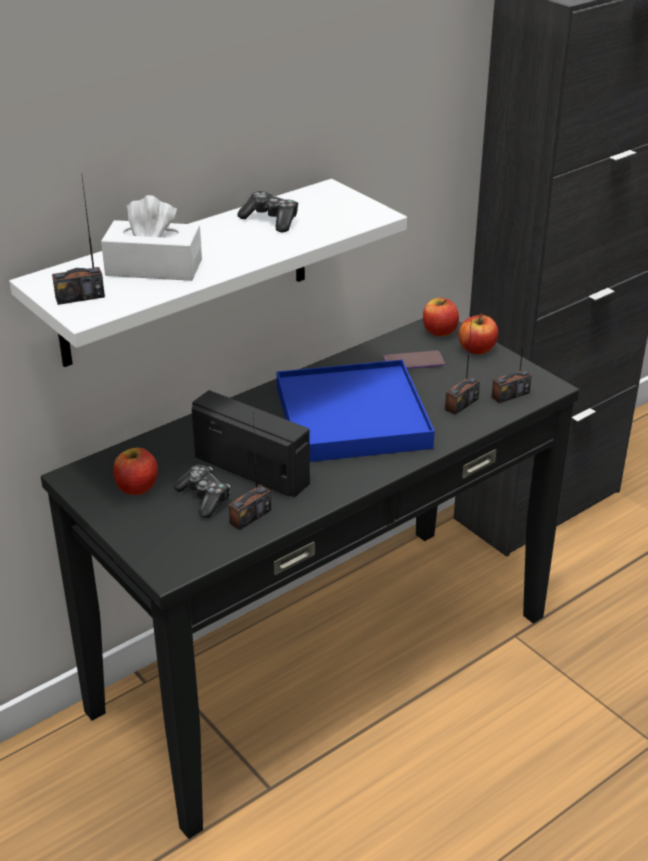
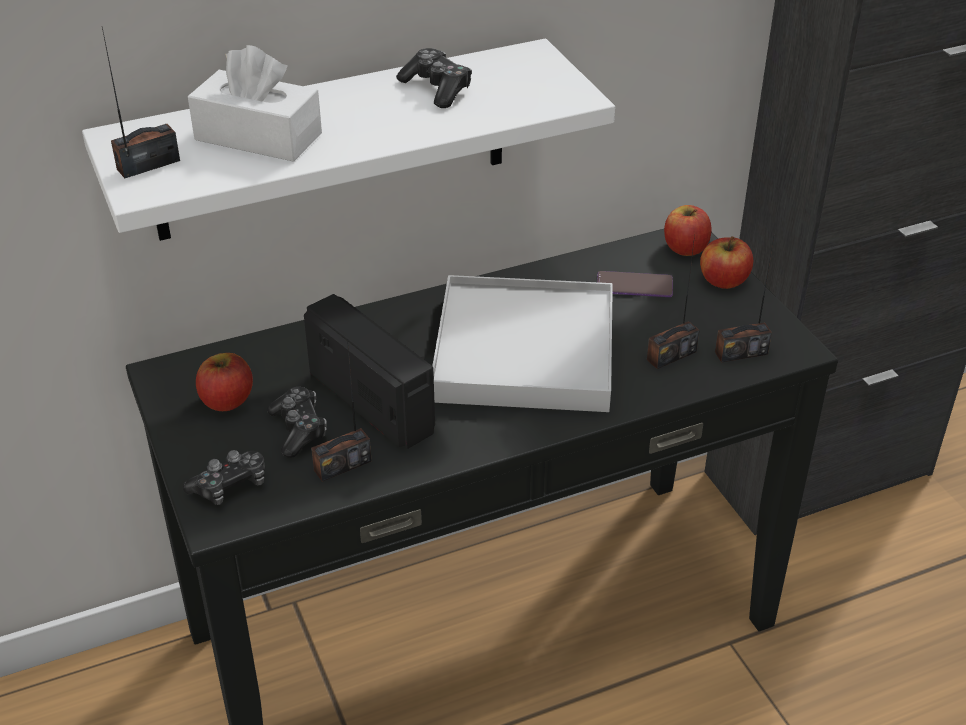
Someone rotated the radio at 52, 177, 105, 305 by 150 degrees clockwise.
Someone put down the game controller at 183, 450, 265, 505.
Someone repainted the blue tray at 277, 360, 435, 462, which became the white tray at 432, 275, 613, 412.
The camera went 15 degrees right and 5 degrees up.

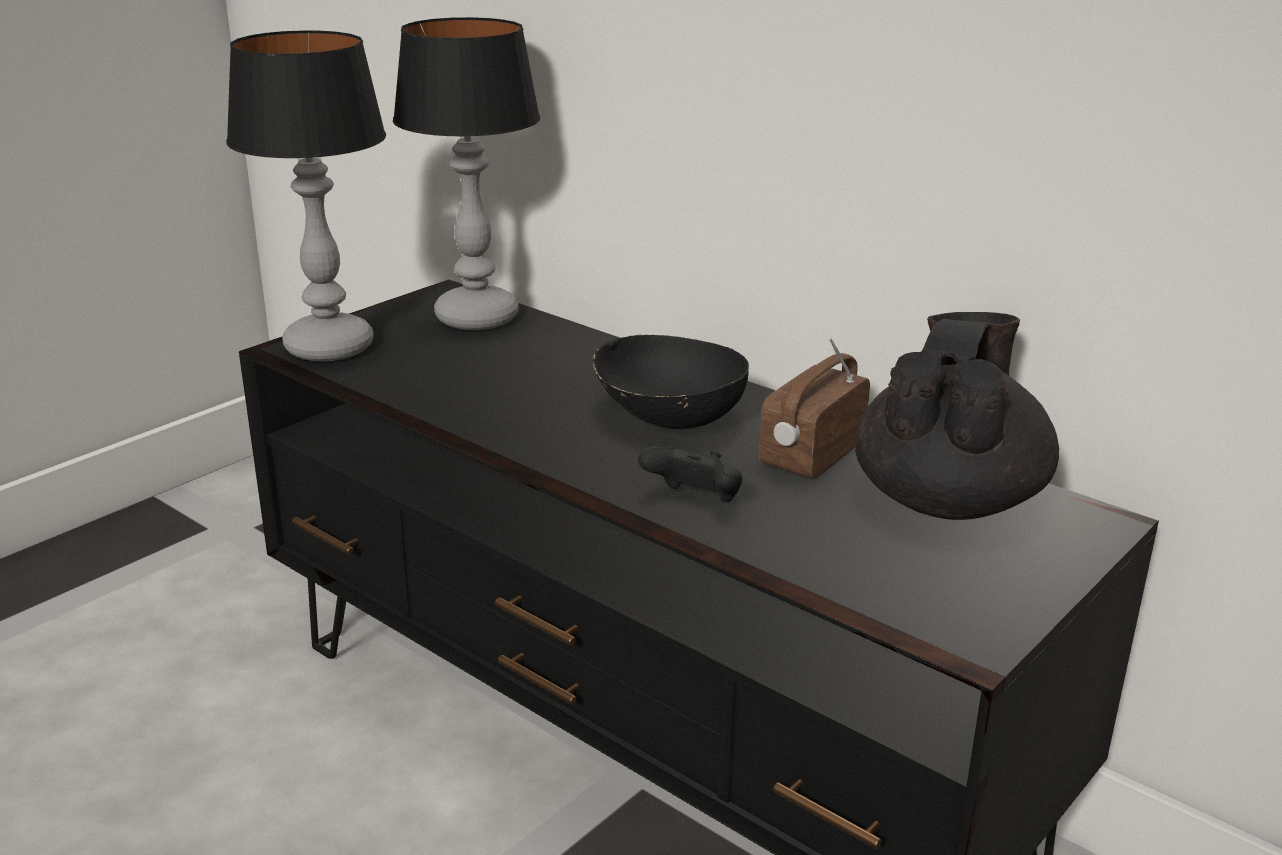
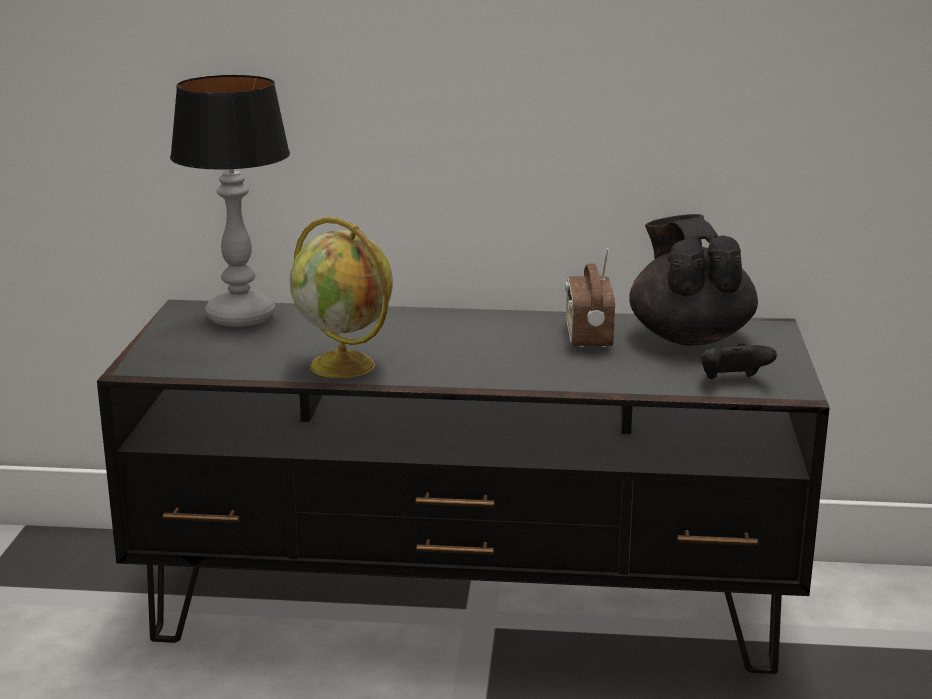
Someone put down the globe at 290, 217, 393, 378.
Someone carried the black game controller from 638, 446, 742, 502 to 701, 343, 777, 379.
Someone took away the table lamp at 226, 30, 386, 361.
Someone took away the black bowl at 593, 335, 749, 429.
The camera went 35 degrees left and 5 degrees down.

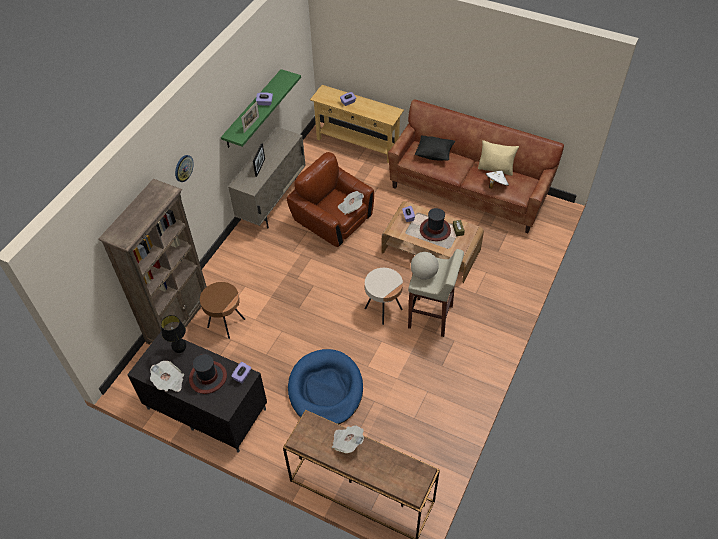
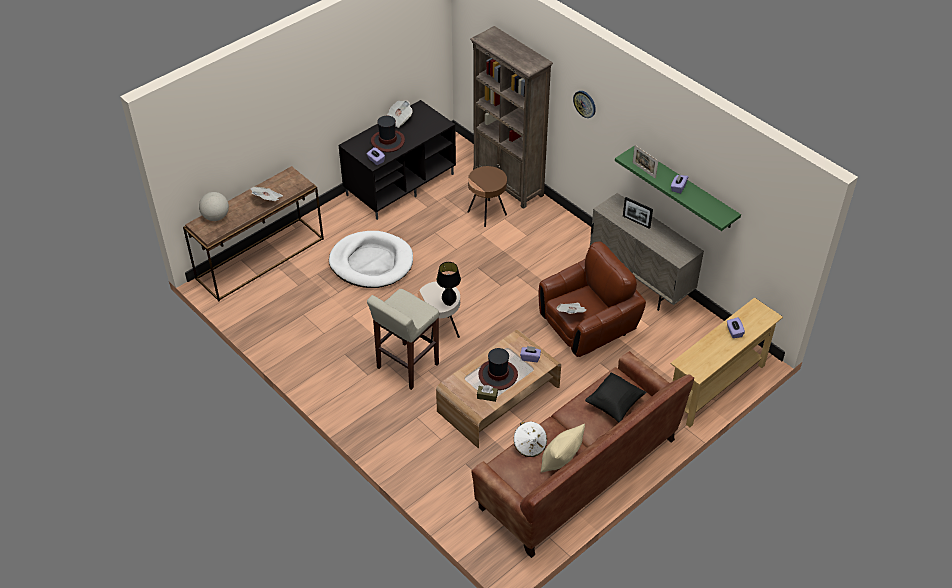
Someone carried the globe from 411, 252, 439, 280 to 199, 192, 229, 221.
Someone repainted the blue dog bed at 288, 349, 363, 424, which became the white dog bed at 329, 231, 413, 288.
Someone carried the black table lamp from 161, 315, 186, 353 to 437, 262, 461, 306.
The camera went 110 degrees right and 5 degrees down.

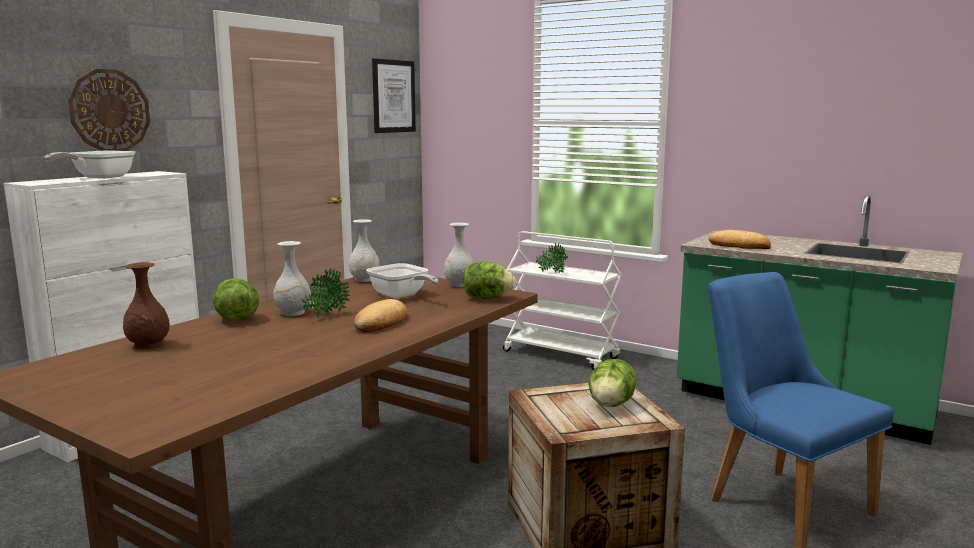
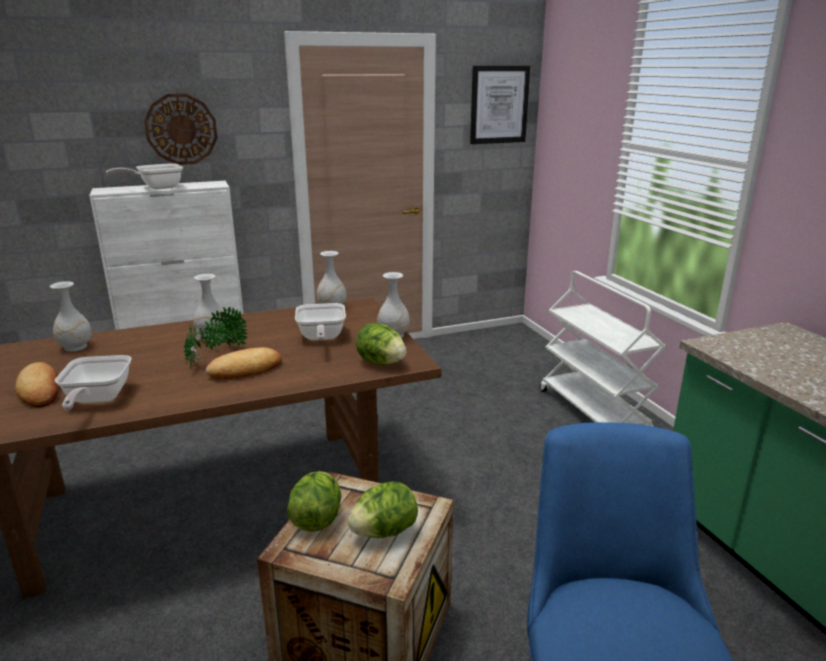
Someone carried the bread from 708, 230, 771, 249 to 15, 362, 58, 407.
Someone repainted the brown vase at 123, 262, 170, 349, which became the white vase at 50, 281, 92, 352.
Someone put down the frying pan at 55, 355, 131, 411.
Someone carried the potted plant from 535, 243, 568, 274 to 183, 325, 202, 369.
Someone carried the lettuce from 213, 278, 259, 321 to 287, 471, 341, 532.
The camera went 35 degrees right and 10 degrees up.

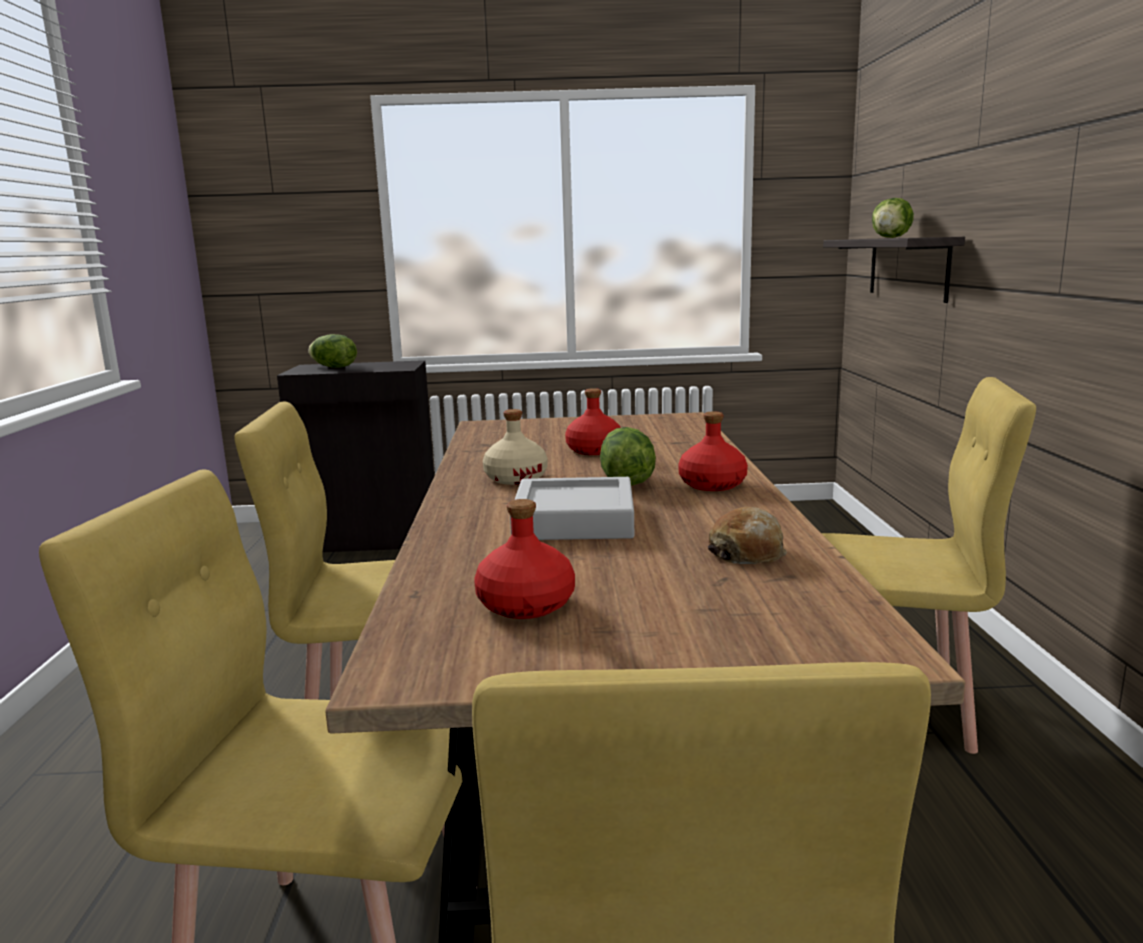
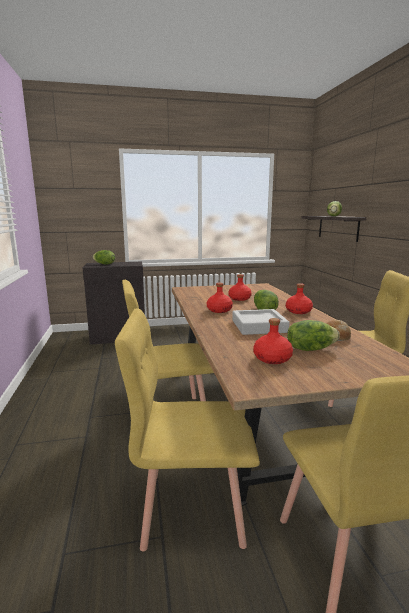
Someone repainted the beige bottle at 483, 409, 548, 485, which became the red bottle at 207, 283, 233, 313.
Someone put down the lettuce at 287, 320, 340, 351.
The camera went 10 degrees left and 0 degrees up.

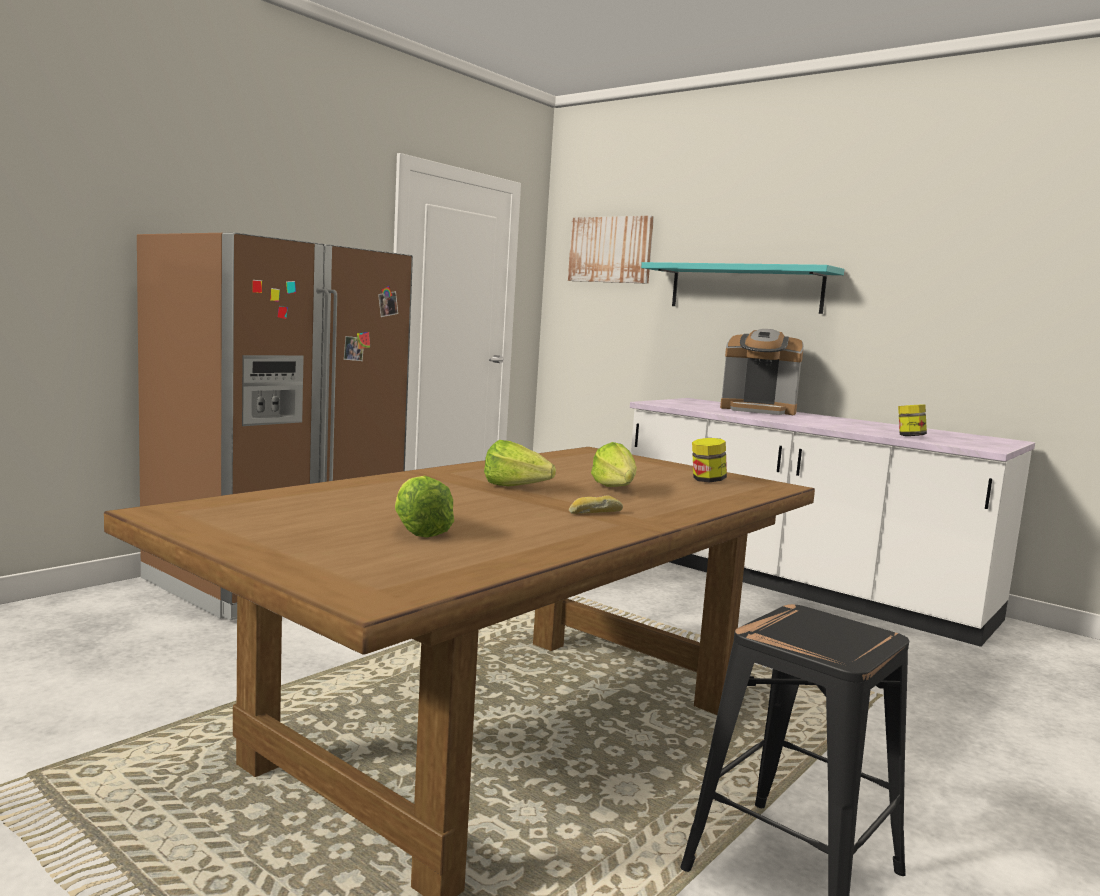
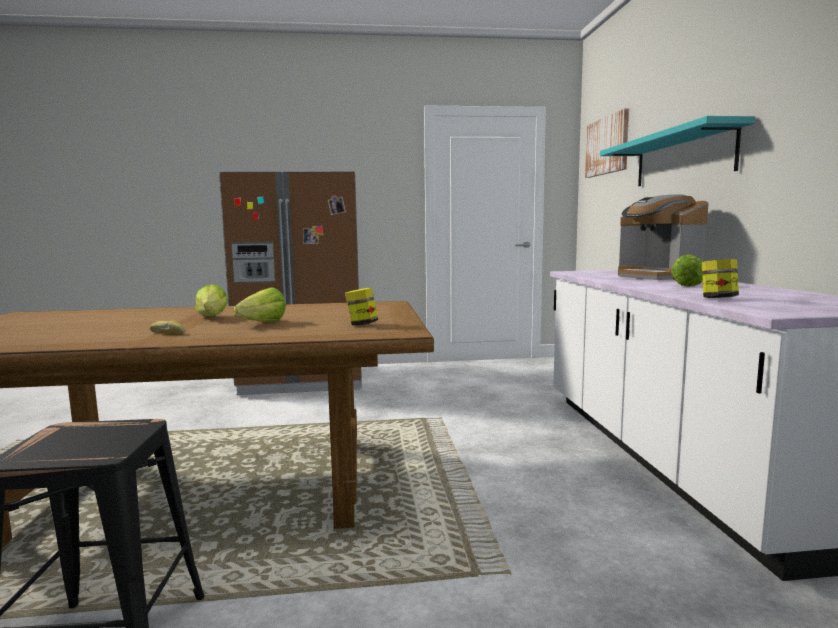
Someone carried the lettuce from 395, 476, 454, 538 to 671, 255, 703, 287.
The camera went 45 degrees right and 0 degrees up.

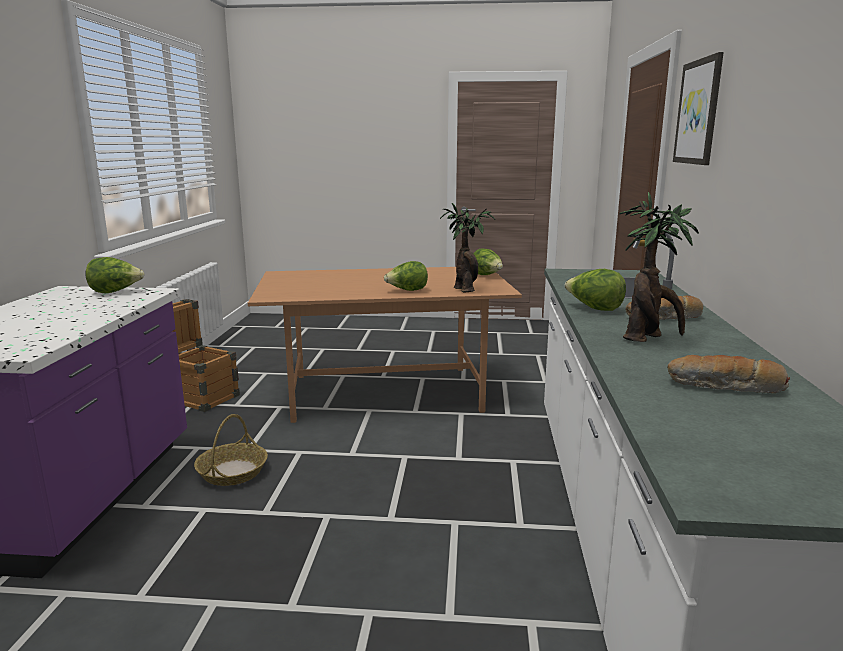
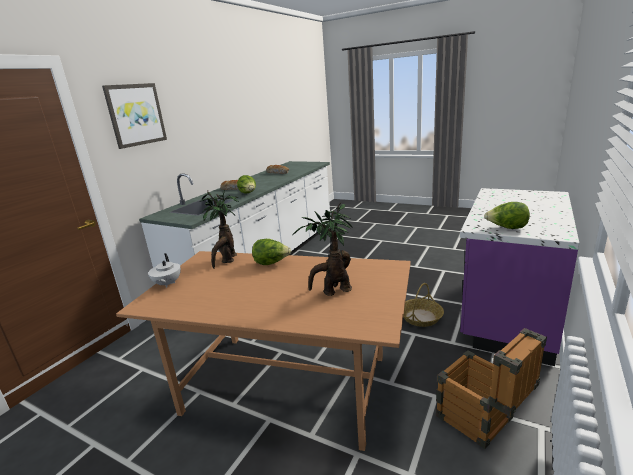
Someone swapped the lettuce at 473, 249, 503, 275 for the white teapot at 148, 253, 181, 288.
Someone carried the potted plant from 619, 192, 699, 342 to 293, 202, 353, 296.
The camera went 155 degrees left and 5 degrees up.

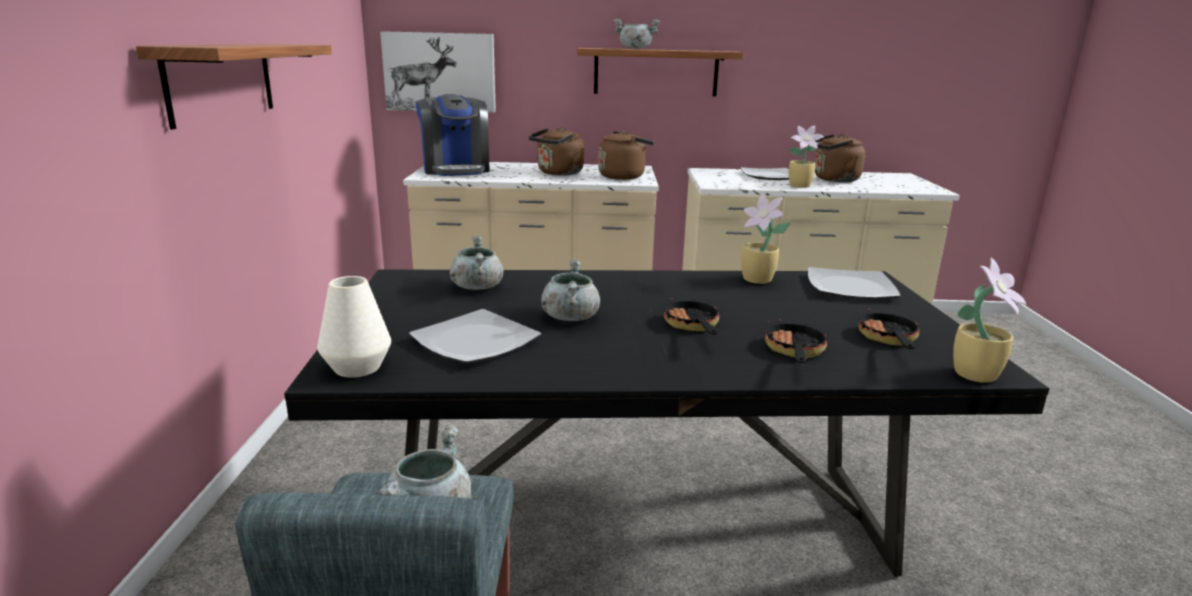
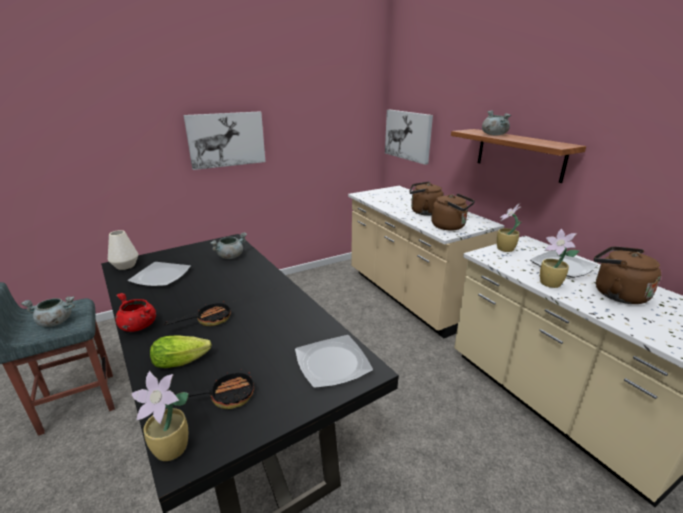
Someone put down the red cooking pot at 115, 293, 156, 332.
Someone swapped the frying pan at 765, 311, 827, 363 for the lettuce at 150, 335, 212, 368.
Someone swapped the shelf at 136, 44, 332, 130 for the picture at 184, 111, 266, 170.
Someone carried the potted plant from 741, 195, 790, 284 to 497, 204, 522, 252.
Someone took away the coffee machine at 415, 94, 490, 176.
Someone took away the grey cooking pot at 541, 260, 600, 321.
The camera went 60 degrees right and 5 degrees up.

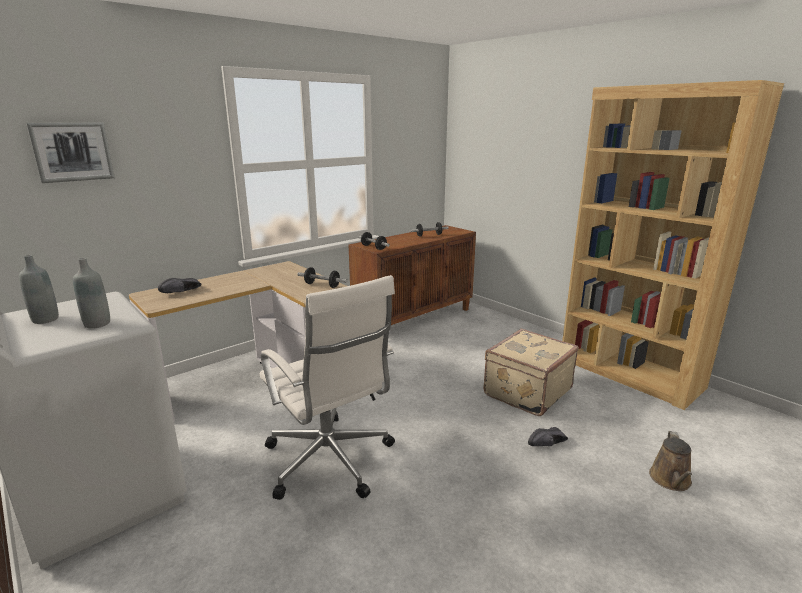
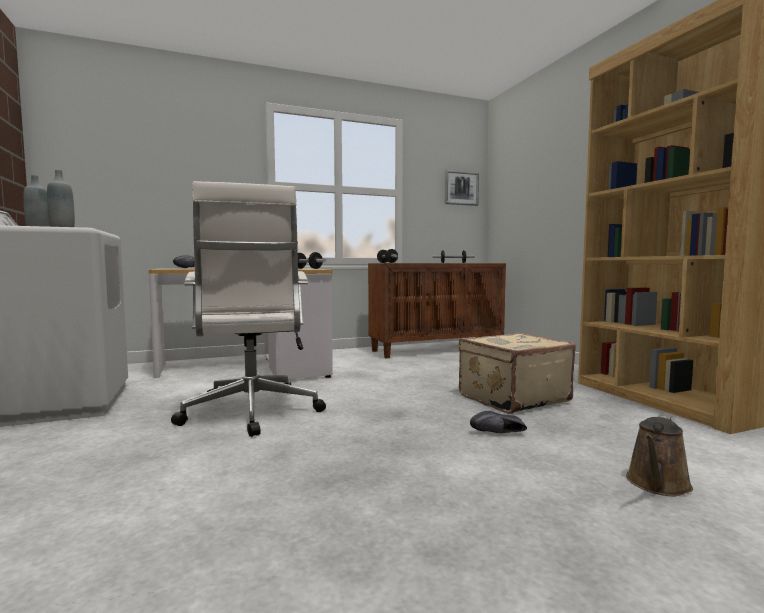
Someone carried the picture from 26, 122, 115, 183 to 445, 170, 479, 206.
The camera went 20 degrees right and 15 degrees down.

